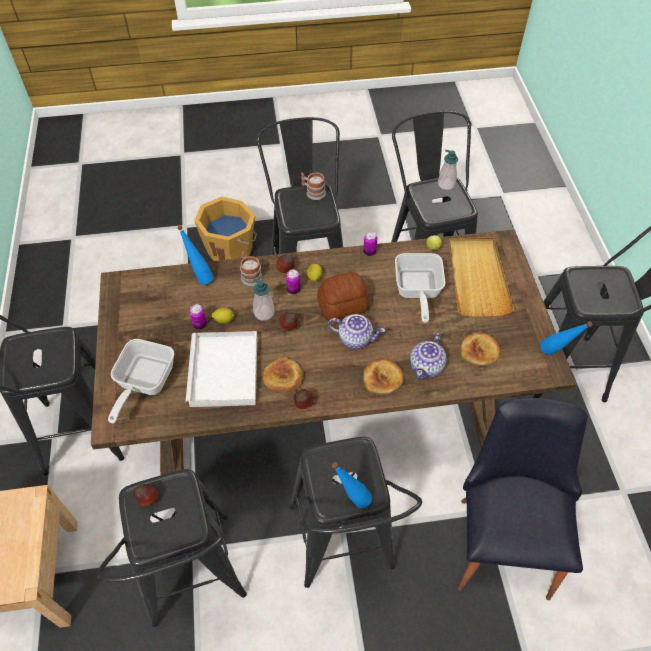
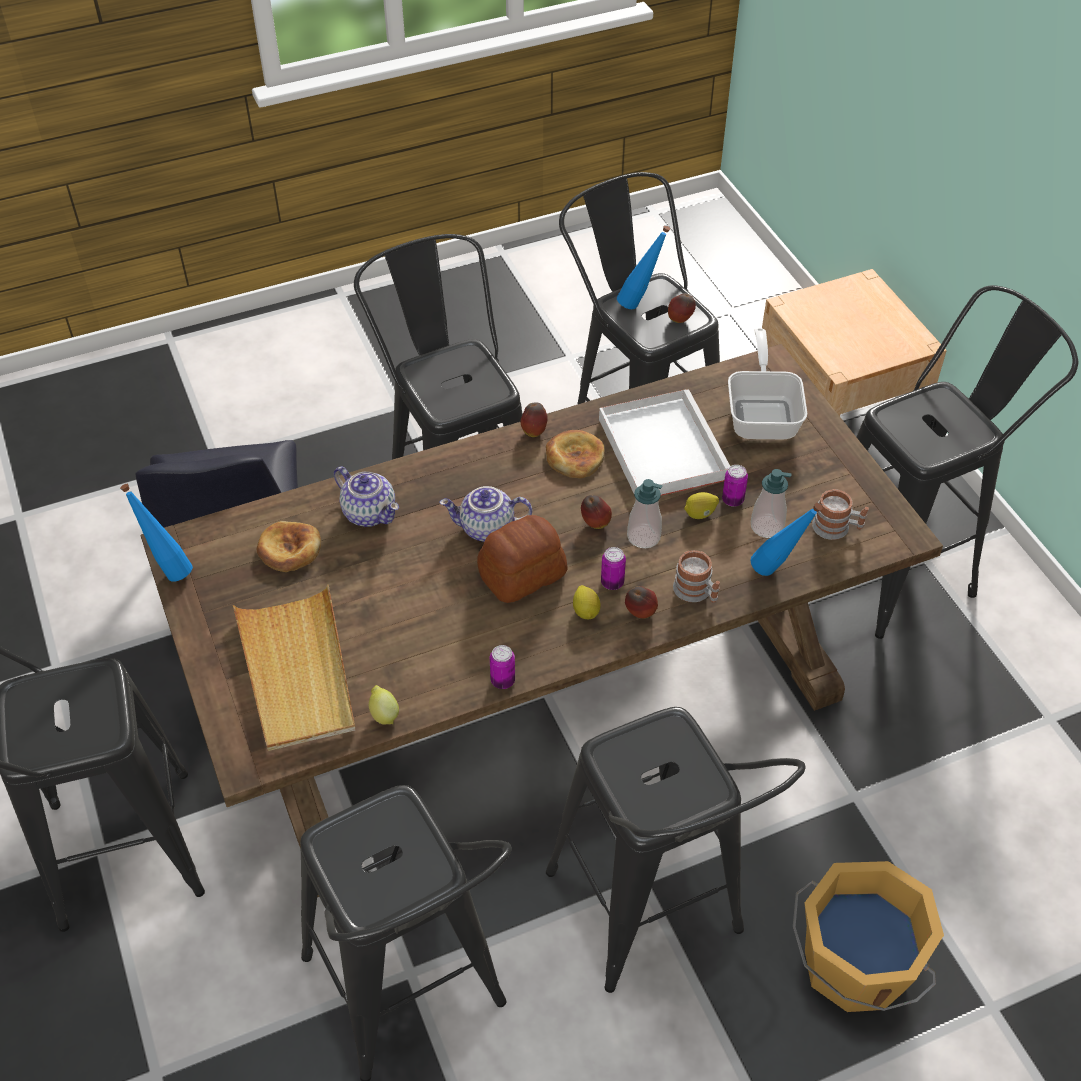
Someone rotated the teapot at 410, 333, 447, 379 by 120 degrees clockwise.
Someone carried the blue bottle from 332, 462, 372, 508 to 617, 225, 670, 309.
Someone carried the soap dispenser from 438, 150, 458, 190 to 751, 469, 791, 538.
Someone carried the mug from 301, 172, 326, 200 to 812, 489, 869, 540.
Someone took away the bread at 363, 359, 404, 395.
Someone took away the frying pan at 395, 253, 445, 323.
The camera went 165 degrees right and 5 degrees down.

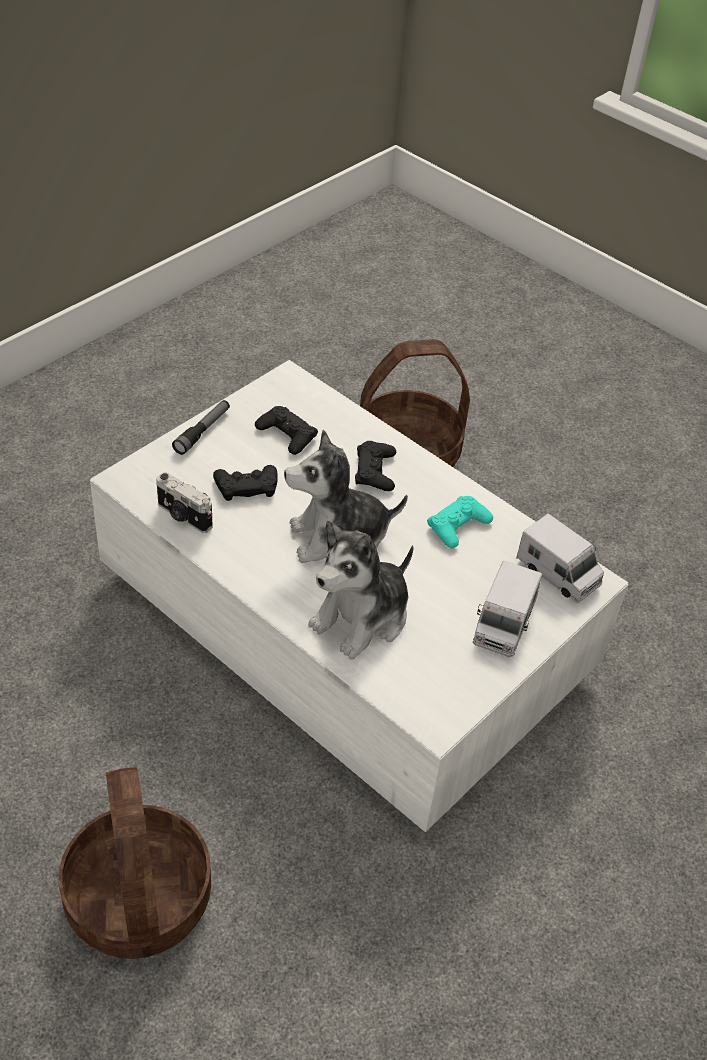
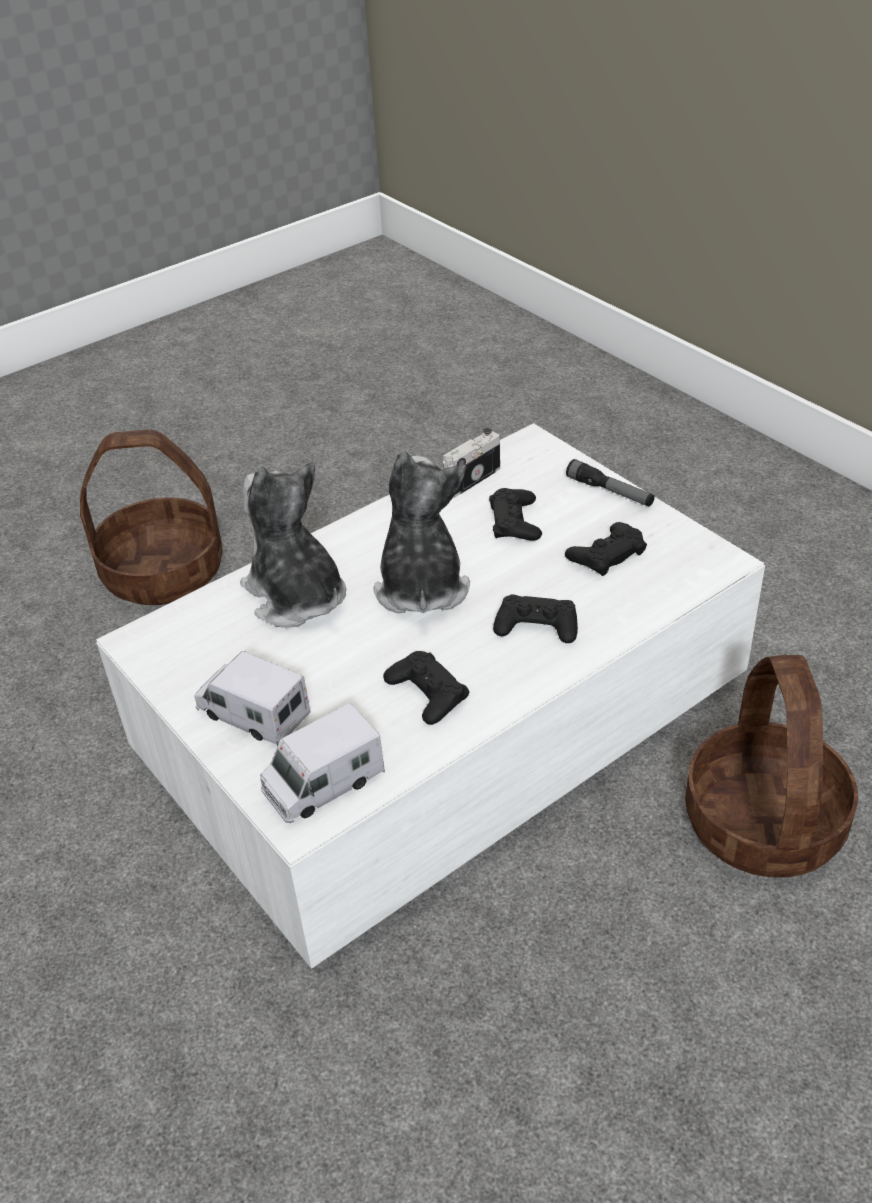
Someone repainted the turquoise game controller at 427, 496, 493, 548, which became the black game controller at 383, 651, 469, 725.
The camera went 105 degrees right and 5 degrees down.

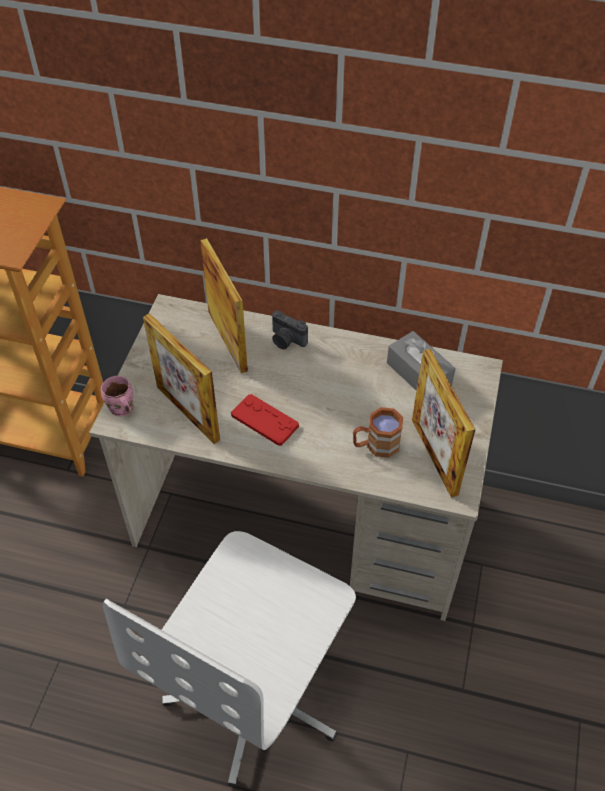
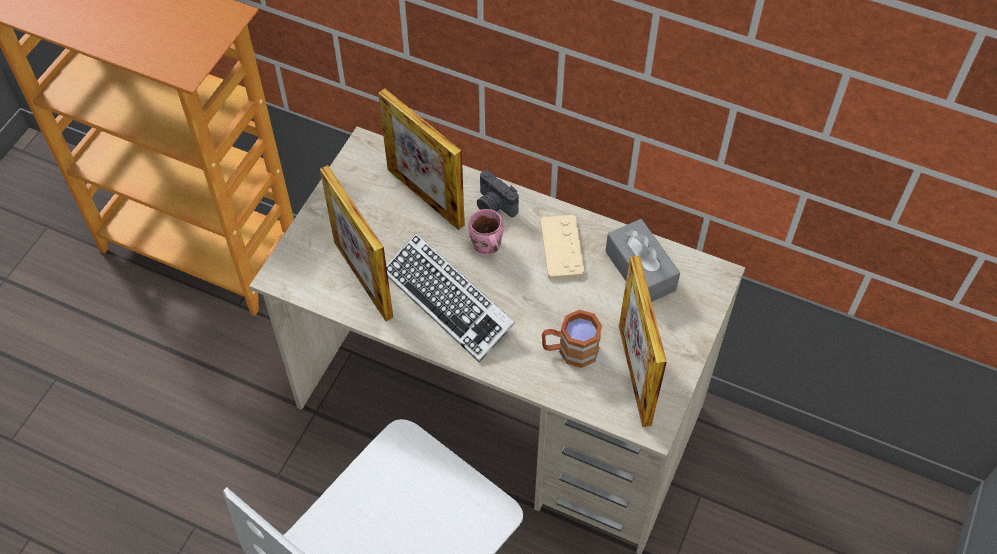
Someone rotated the picture frame at 200, 238, 248, 373 by 150 degrees clockwise.
Someone swapped the red game controller at 231, 394, 299, 446 for the keyboard at 386, 233, 515, 362.
Someone carried the pink mug from 101, 376, 134, 416 to 468, 209, 504, 255.
Someone put down the beige game controller at 540, 215, 585, 279.
The camera went 10 degrees right and 5 degrees up.

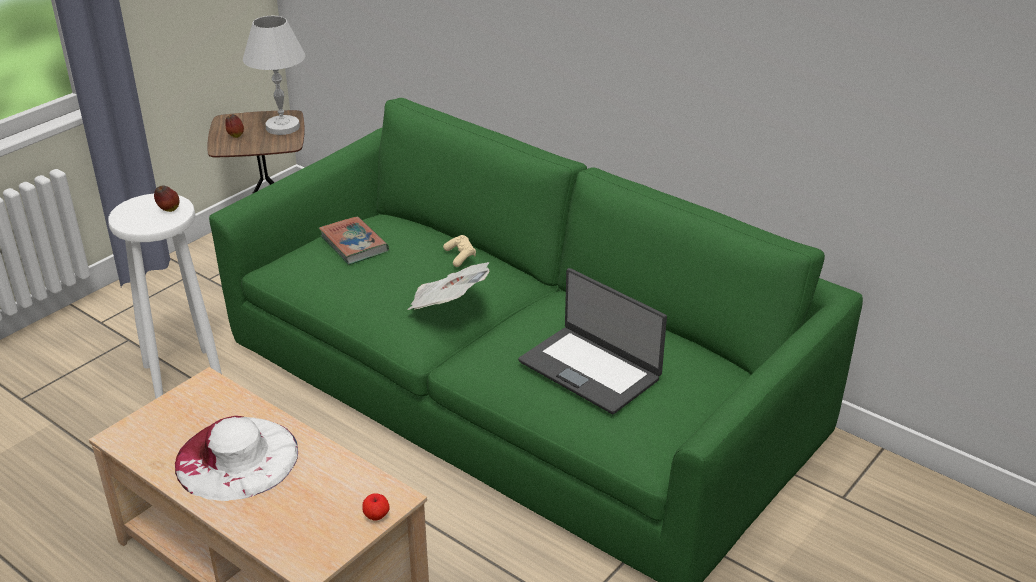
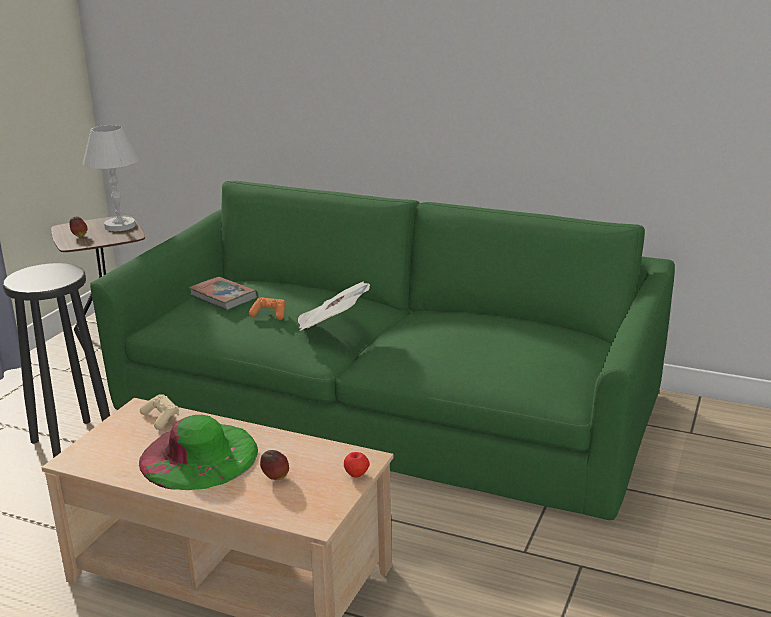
Someone repainted the white stool at 108, 193, 222, 399, which became the black stool at 3, 263, 110, 458.
Someone repainted the white hat at 175, 416, 298, 501, which became the green hat at 139, 415, 258, 490.
Someone carried the beige game controller from 443, 235, 476, 267 to 140, 394, 179, 430.
Someone put down the orange game controller at 249, 297, 285, 320.
Someone carried the apple from 154, 186, 180, 212 to 260, 450, 289, 480.
Someone took away the laptop at 518, 268, 667, 414.
The camera went 15 degrees left and 10 degrees down.

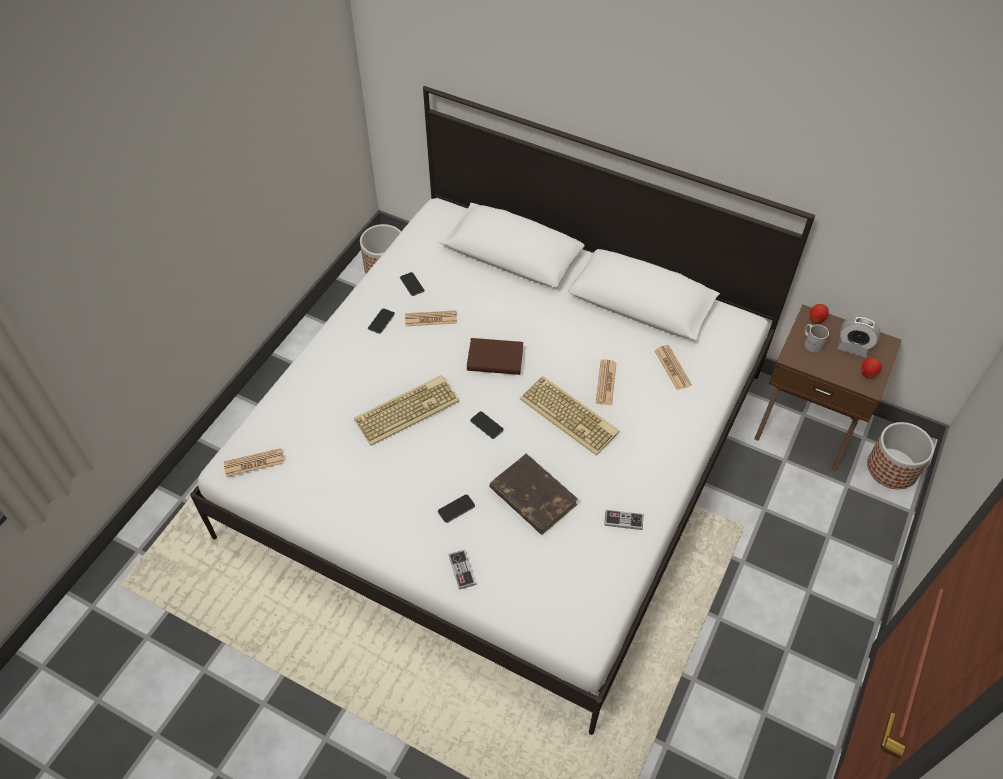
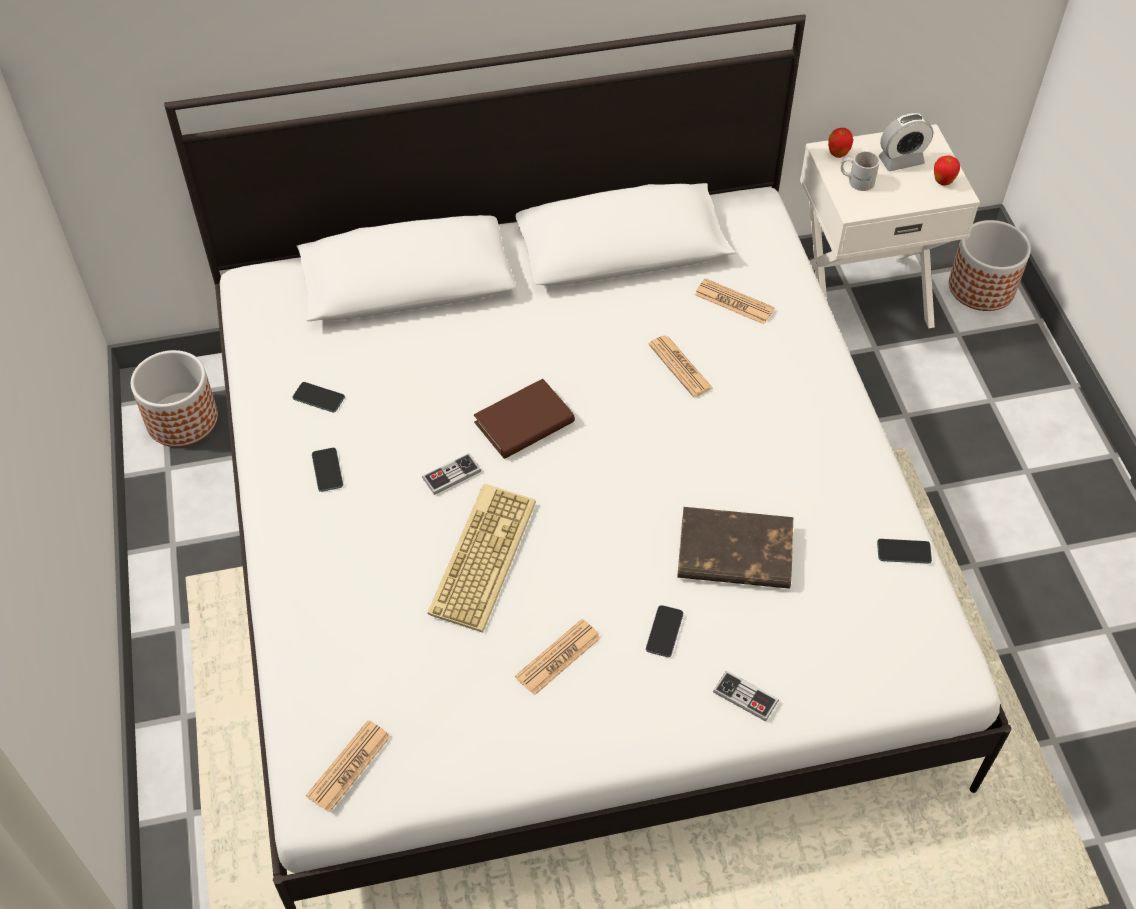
Someone carried the game controller from 604, 510, 643, 530 to 422, 453, 481, 495.
Someone carried the newspaper from 405, 310, 457, 326 to 515, 619, 601, 696.
Someone repainted the brown nightstand at 754, 305, 902, 472, which became the white nightstand at 800, 124, 980, 328.
Someone carried the phone from 470, 411, 504, 439 to 877, 539, 932, 564.
Someone took away the keyboard at 520, 376, 619, 456.
The camera went 40 degrees left and 0 degrees up.

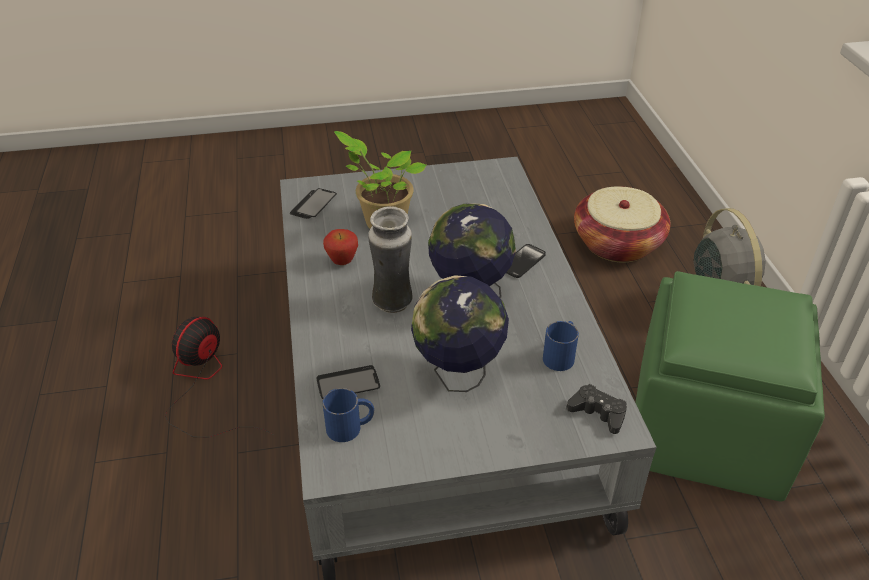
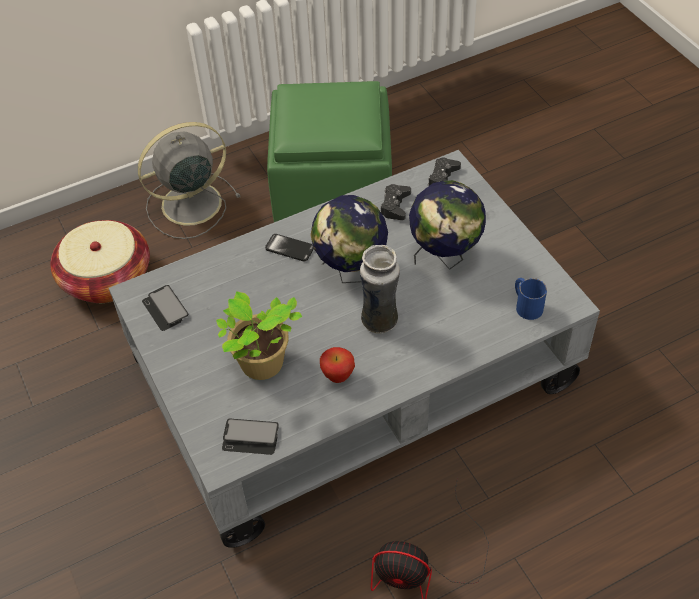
Someone carried the phone from 317, 365, 380, 399 to 142, 285, 189, 331.
Someone swapped the blue mug at 543, 321, 579, 371 for the black game controller at 380, 184, 411, 220.
The camera went 105 degrees left and 10 degrees up.

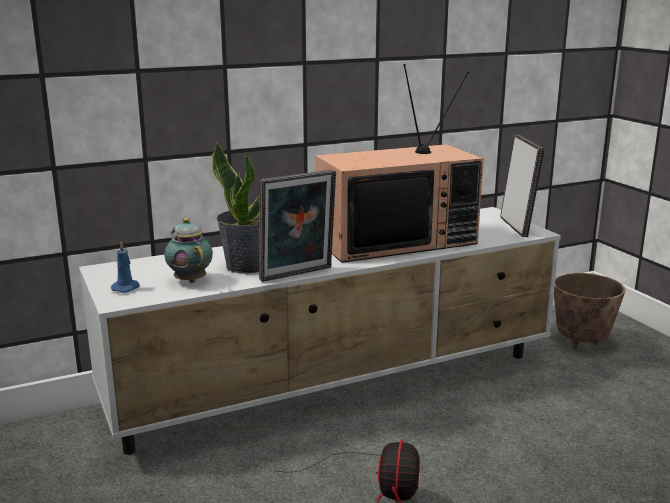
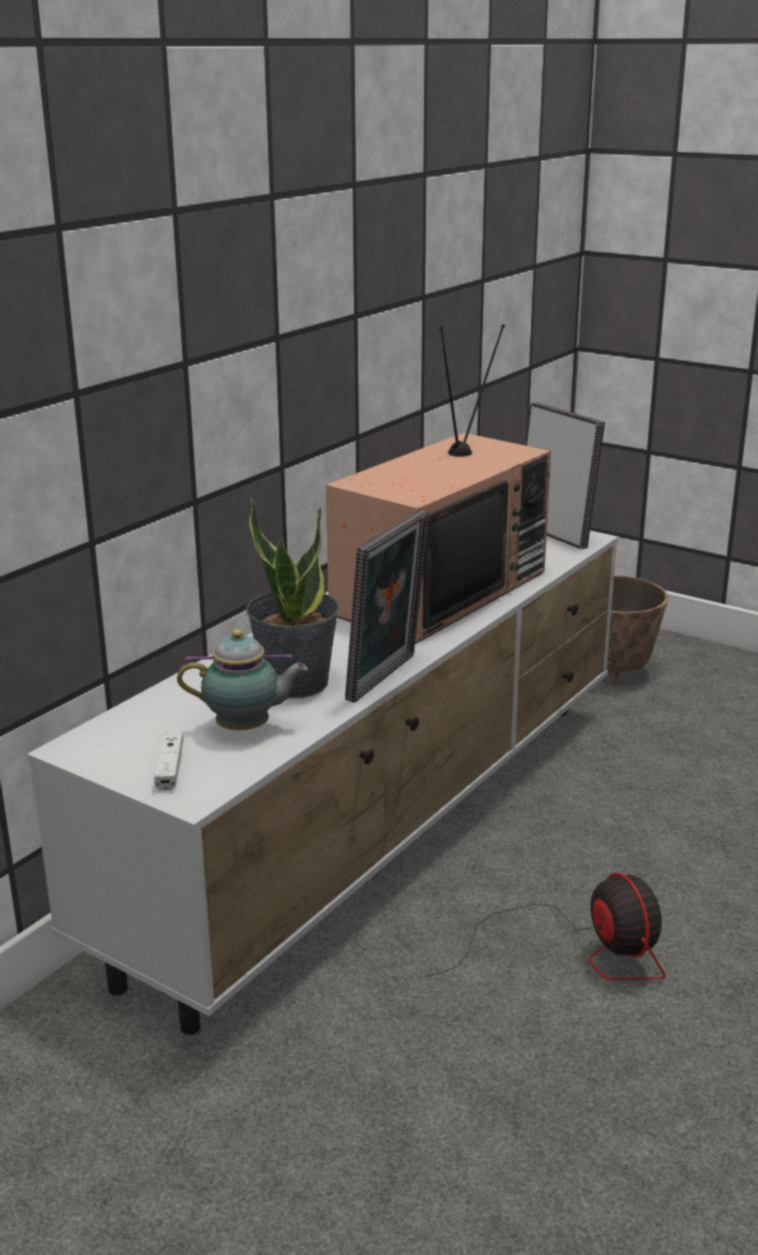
Someone swapped the blue candle at 111, 241, 140, 293 for the white game controller at 154, 732, 184, 791.
Someone rotated the teapot at 164, 218, 213, 283 by 150 degrees clockwise.
The camera went 30 degrees left and 5 degrees up.

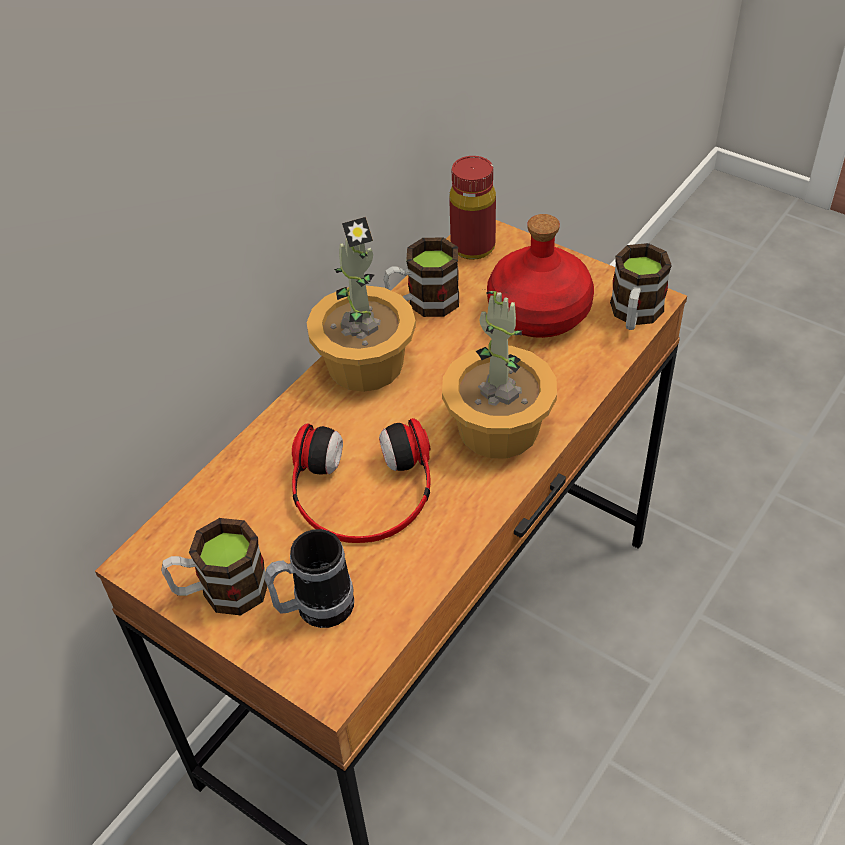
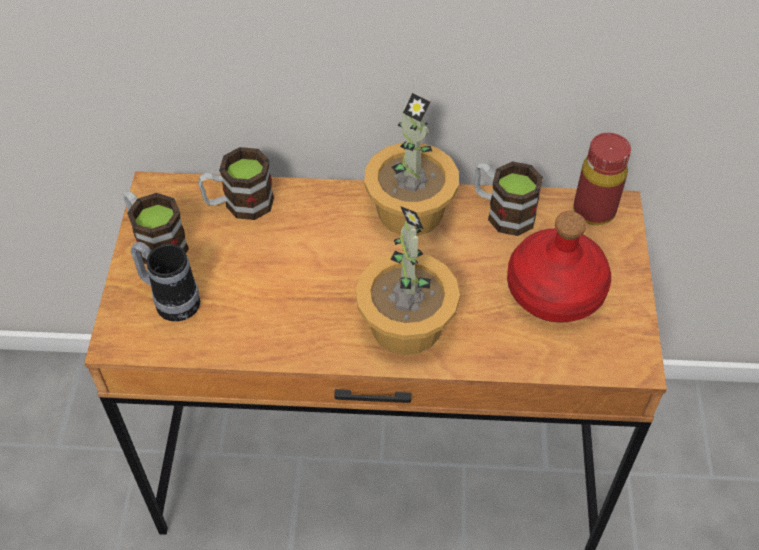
Someone carried the mug from 610, 243, 672, 330 to 198, 147, 274, 220.
Someone took away the headphones at 292, 418, 431, 543.
The camera went 55 degrees right and 5 degrees up.

